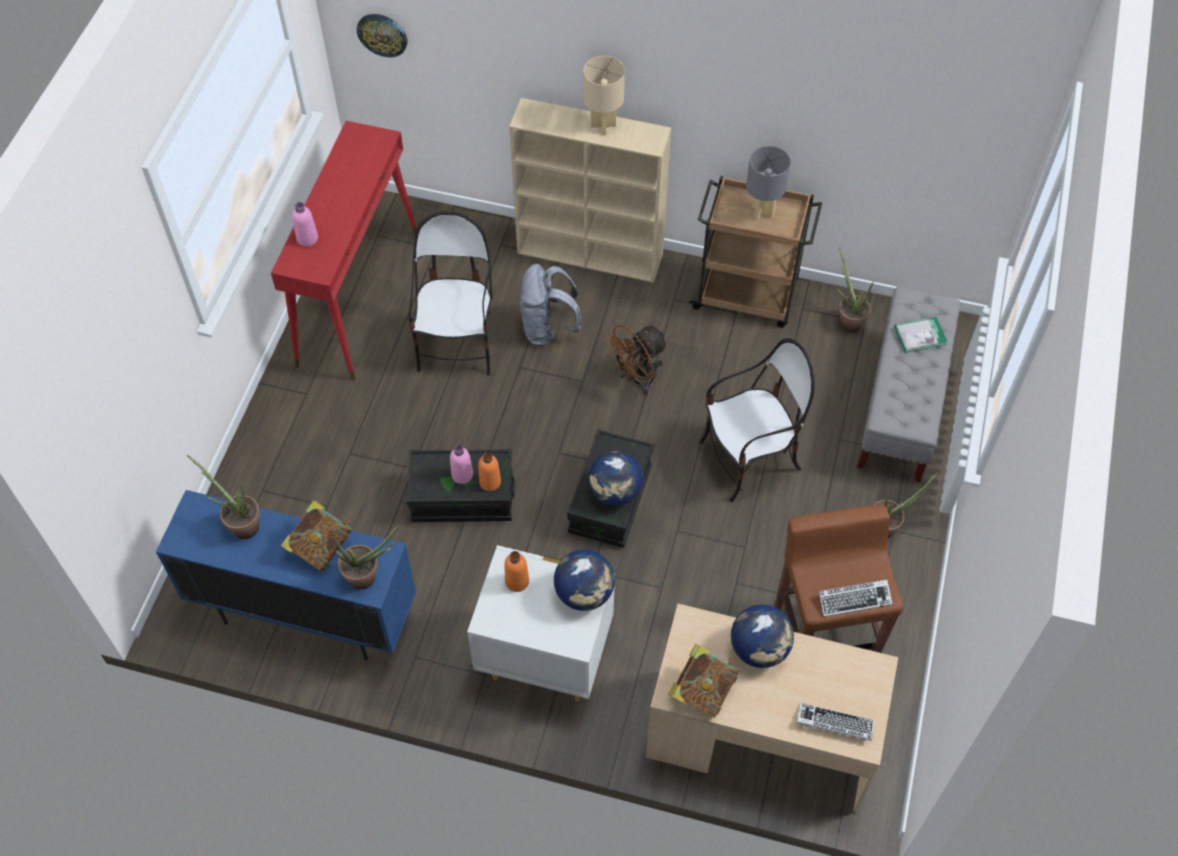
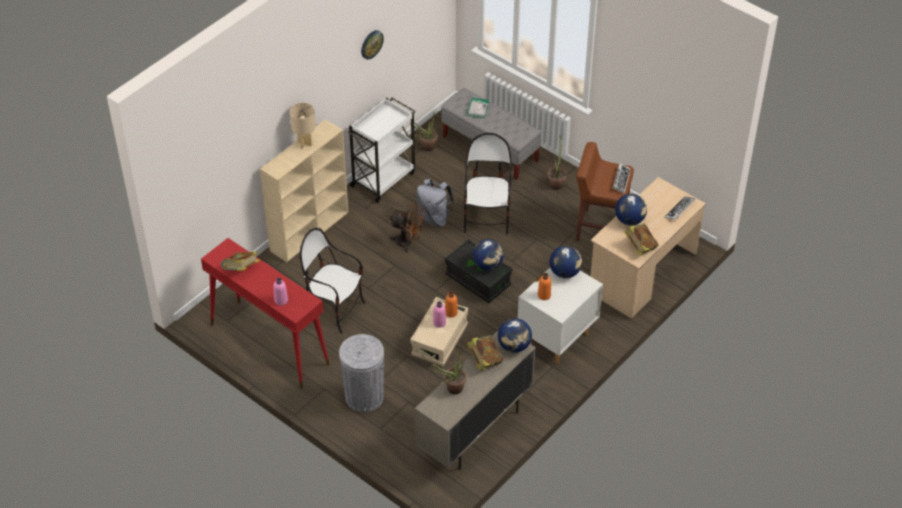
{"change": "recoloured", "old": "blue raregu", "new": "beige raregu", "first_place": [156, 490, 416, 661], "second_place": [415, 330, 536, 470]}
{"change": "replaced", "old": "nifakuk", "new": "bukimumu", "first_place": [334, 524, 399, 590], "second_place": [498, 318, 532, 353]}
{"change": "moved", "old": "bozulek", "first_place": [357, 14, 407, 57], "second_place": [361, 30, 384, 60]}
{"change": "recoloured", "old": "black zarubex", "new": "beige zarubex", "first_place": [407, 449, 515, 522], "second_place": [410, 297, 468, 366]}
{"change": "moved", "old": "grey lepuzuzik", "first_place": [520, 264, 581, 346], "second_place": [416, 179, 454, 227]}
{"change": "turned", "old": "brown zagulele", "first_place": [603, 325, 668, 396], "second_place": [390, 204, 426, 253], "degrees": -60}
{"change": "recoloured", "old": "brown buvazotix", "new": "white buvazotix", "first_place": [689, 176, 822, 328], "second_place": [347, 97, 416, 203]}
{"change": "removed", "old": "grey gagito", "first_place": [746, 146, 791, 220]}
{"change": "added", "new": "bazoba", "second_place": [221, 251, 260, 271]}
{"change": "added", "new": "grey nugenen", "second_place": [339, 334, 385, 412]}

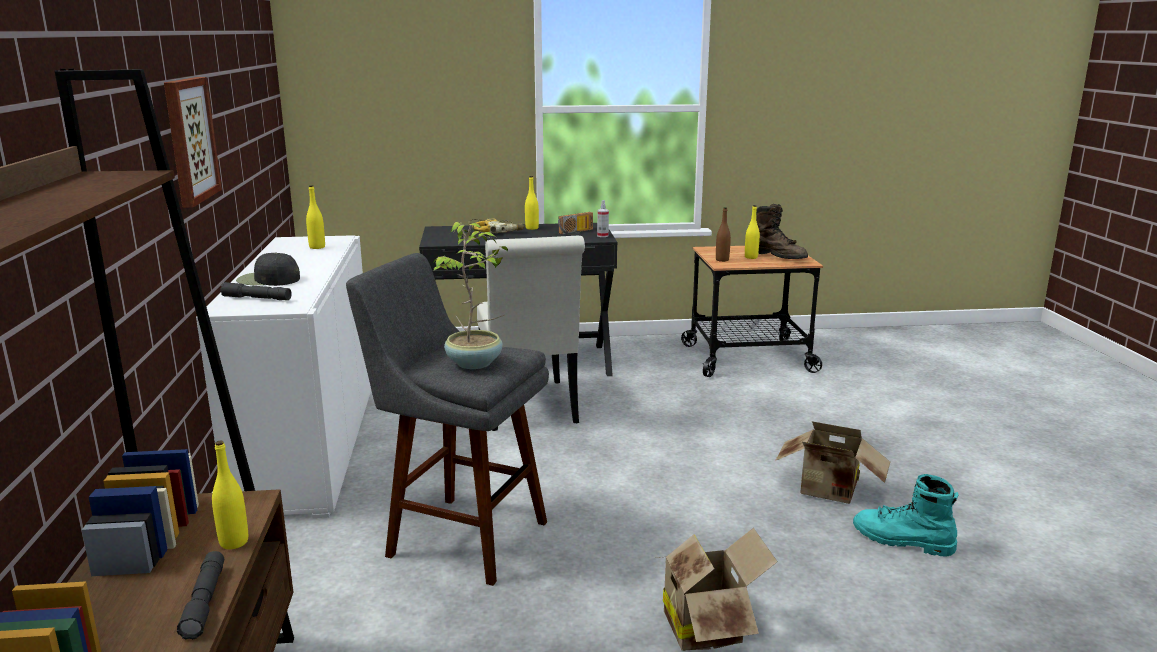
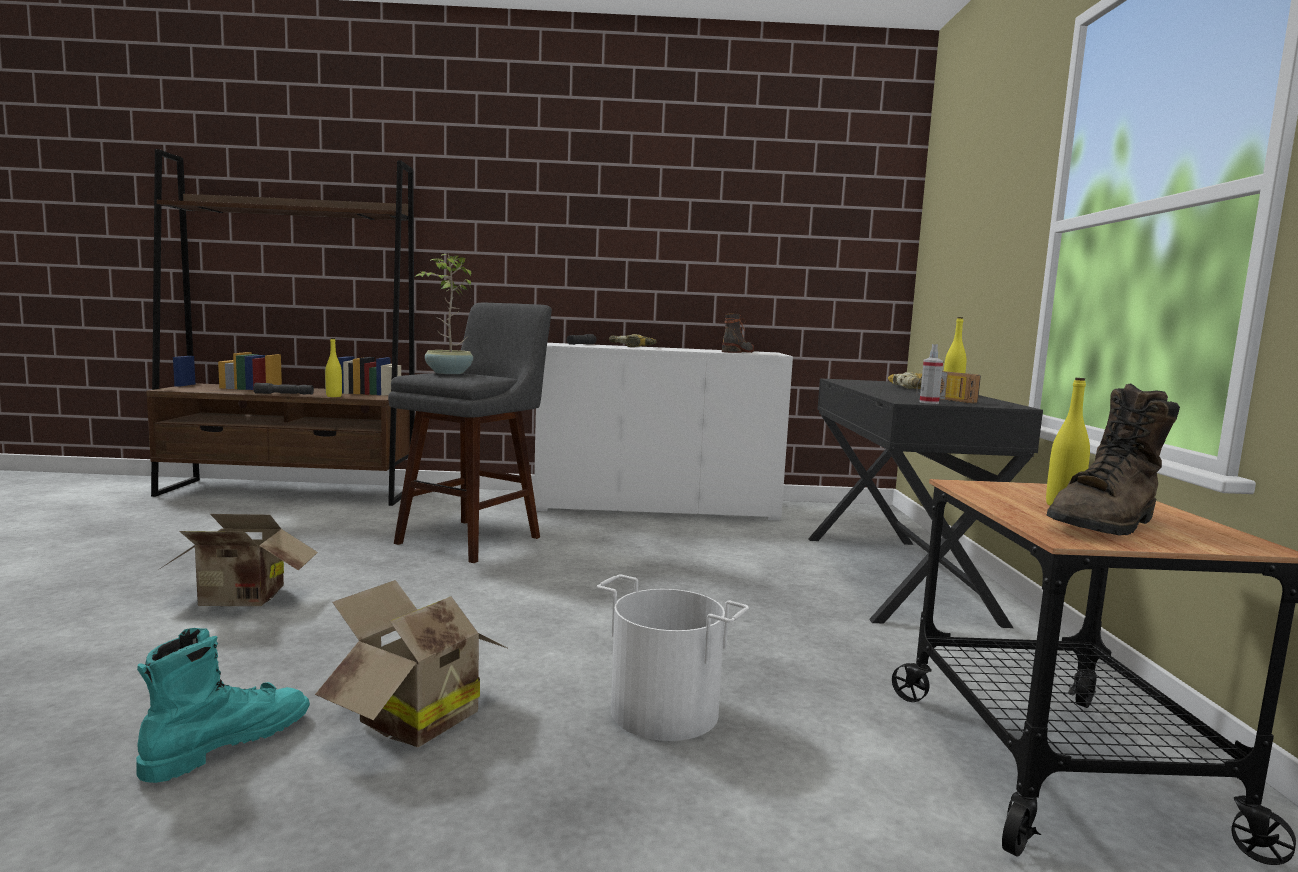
{"change": "removed", "old": "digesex", "first_place": [164, 77, 222, 208]}
{"change": "replaced", "old": "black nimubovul", "new": "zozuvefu", "first_place": [236, 253, 300, 286], "second_place": [609, 334, 657, 347]}
{"change": "replaced", "old": "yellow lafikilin", "new": "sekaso", "first_place": [306, 185, 325, 249], "second_place": [722, 313, 754, 353]}
{"change": "removed", "old": "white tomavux", "first_place": [477, 236, 585, 431]}
{"change": "removed", "old": "brown lafikilin", "first_place": [716, 207, 731, 262]}
{"change": "added", "new": "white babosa", "second_place": [597, 575, 749, 741]}

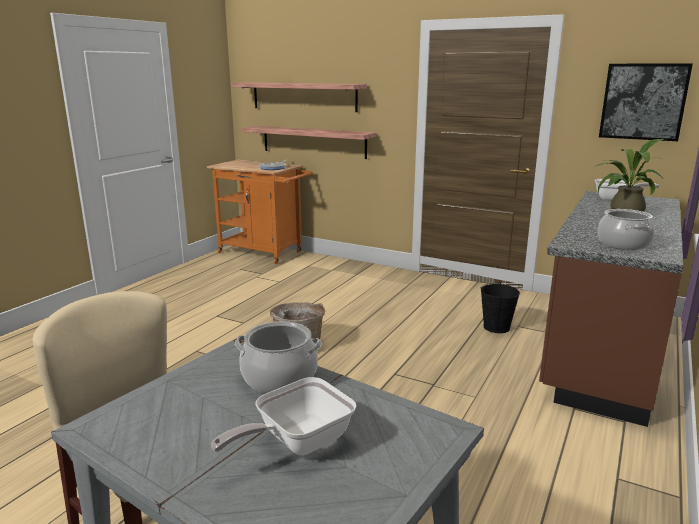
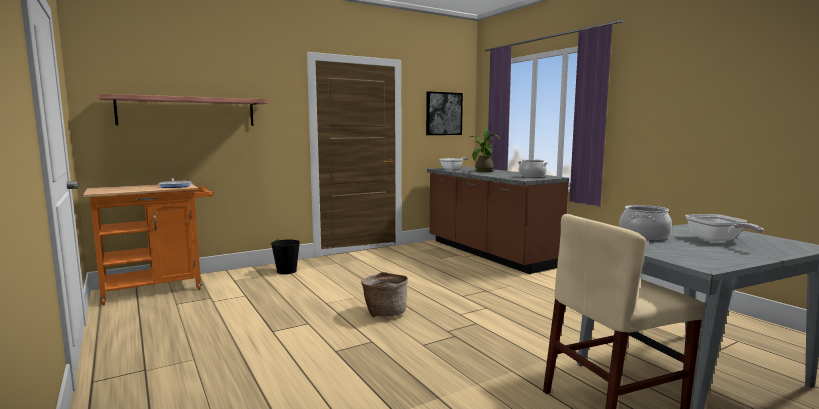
{"change": "removed", "old": "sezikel", "first_place": [242, 126, 376, 159]}
{"change": "moved", "old": "black babosa", "first_place": [480, 282, 520, 333], "second_place": [271, 239, 300, 274]}

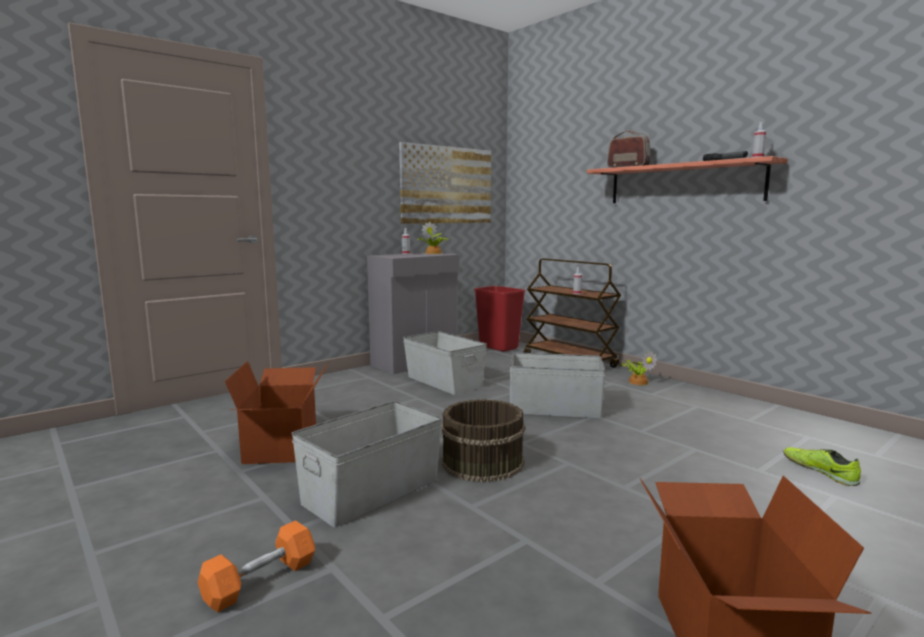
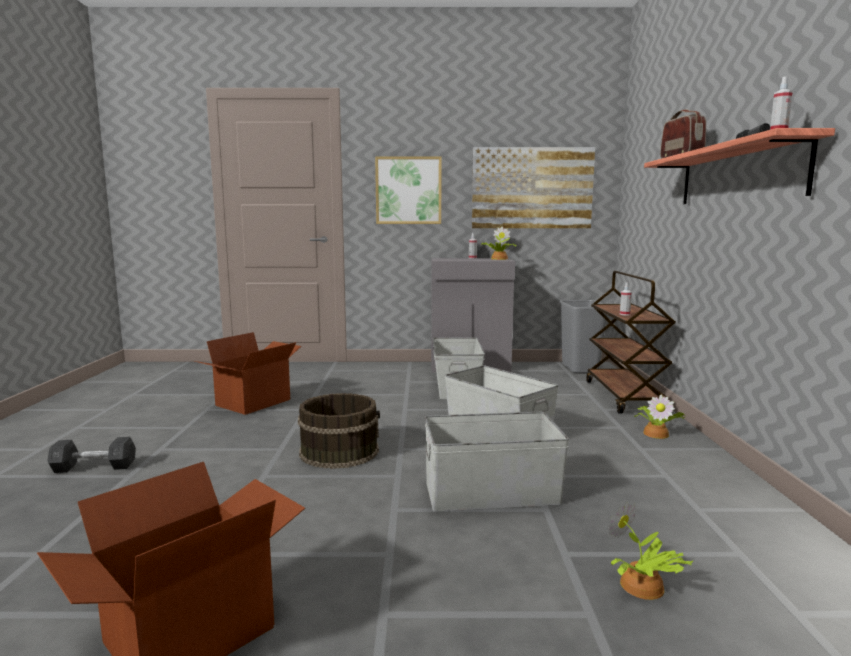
{"change": "recoloured", "old": "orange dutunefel", "new": "grey dutunefel", "first_place": [198, 520, 315, 612], "second_place": [47, 437, 136, 473]}
{"change": "moved", "old": "grey zarubex", "first_place": [291, 401, 442, 527], "second_place": [425, 412, 569, 512]}
{"change": "recoloured", "old": "red nugenen", "new": "grey nugenen", "first_place": [474, 286, 525, 351], "second_place": [559, 300, 607, 374]}
{"change": "replaced", "old": "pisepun", "new": "nifakuk", "first_place": [783, 447, 861, 486], "second_place": [608, 502, 693, 600]}
{"change": "added", "new": "digesex", "second_place": [375, 156, 442, 224]}

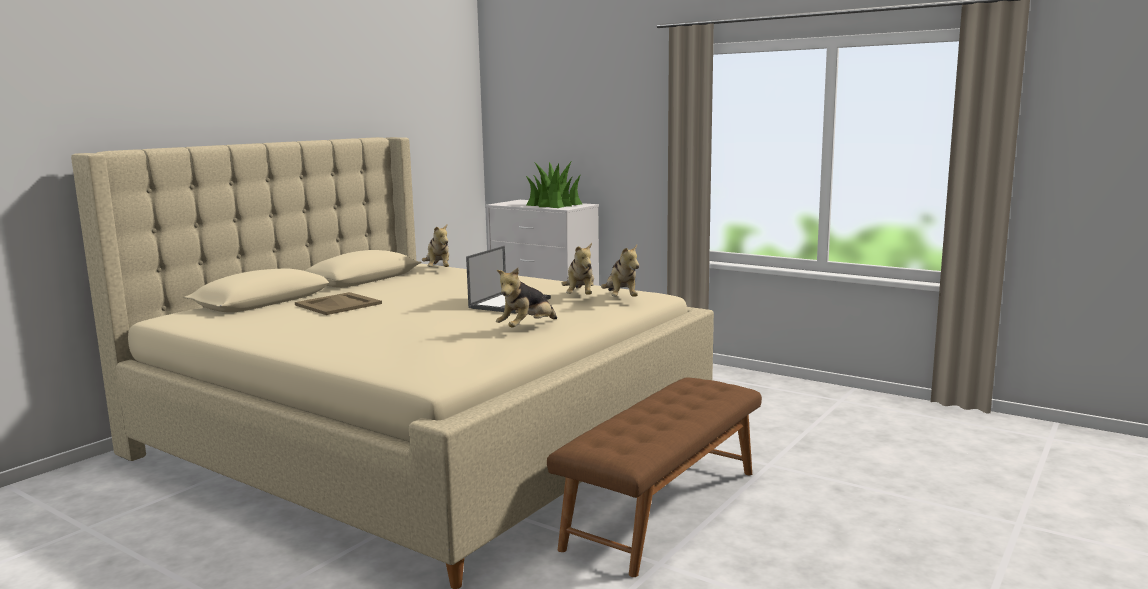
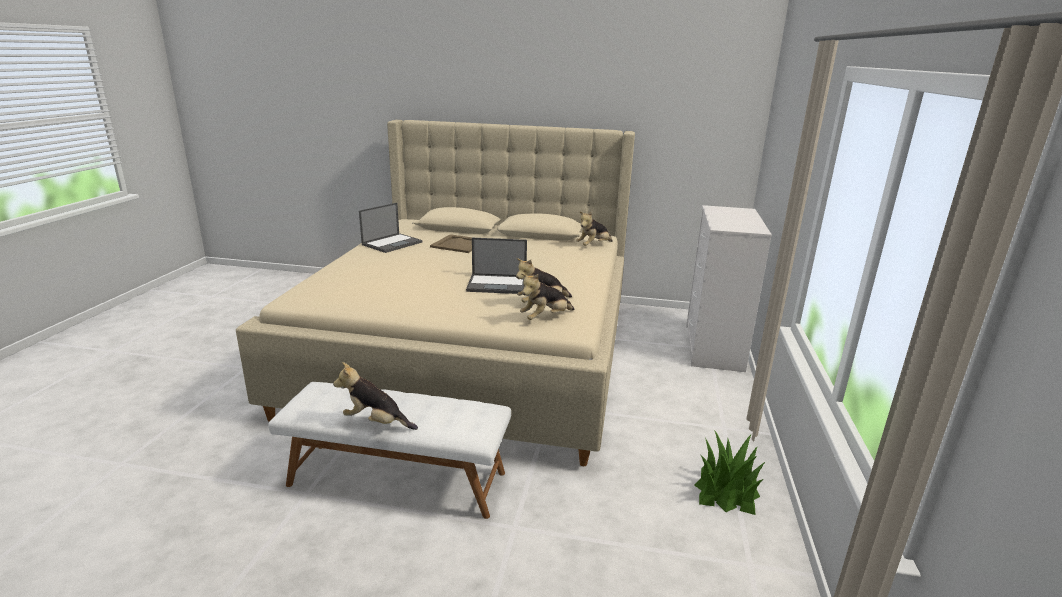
{"change": "moved", "old": "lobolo", "first_place": [496, 268, 557, 327], "second_place": [333, 362, 418, 430]}
{"change": "moved", "old": "nifakuk", "first_place": [526, 162, 582, 208], "second_place": [694, 430, 765, 515]}
{"change": "recoloured", "old": "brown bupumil", "new": "white bupumil", "first_place": [547, 377, 762, 577], "second_place": [268, 382, 511, 519]}
{"change": "added", "new": "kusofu", "second_place": [359, 203, 422, 253]}

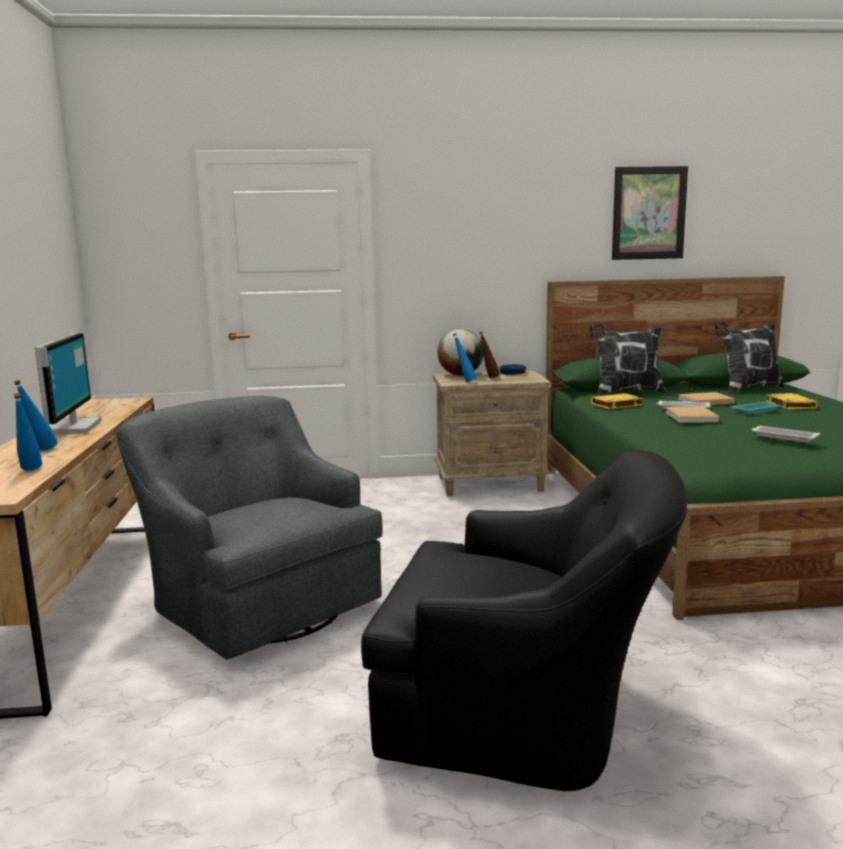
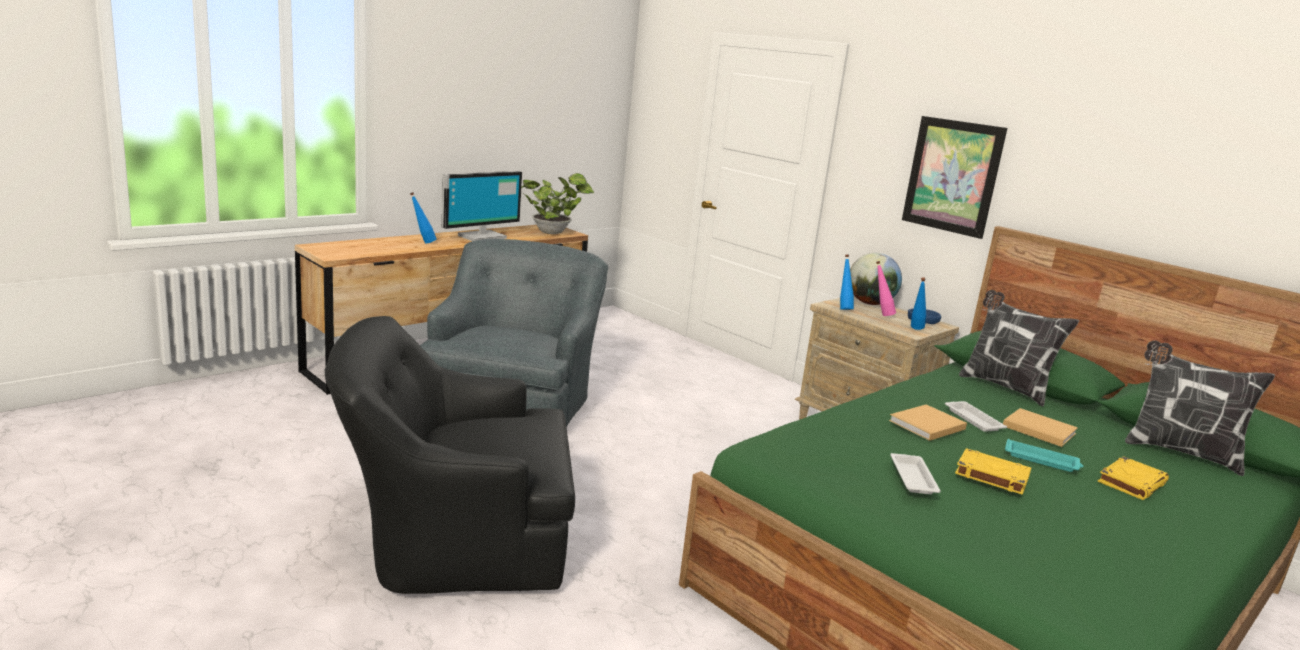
{"change": "moved", "old": "blue lafikilin", "first_place": [14, 393, 42, 471], "second_place": [911, 277, 926, 330]}
{"change": "turned", "old": "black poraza", "first_place": [361, 449, 687, 791], "second_place": [325, 316, 575, 594], "degrees": 105}
{"change": "recoloured", "old": "brown lafikilin", "new": "pink lafikilin", "first_place": [479, 331, 500, 378], "second_place": [876, 261, 896, 316]}
{"change": "moved", "old": "yellow bazoba", "first_place": [591, 393, 643, 409], "second_place": [955, 448, 1031, 495]}
{"change": "moved", "old": "digesex", "first_place": [612, 166, 688, 260], "second_place": [902, 116, 1007, 239]}
{"change": "added", "new": "nifakuk", "second_place": [521, 173, 594, 234]}

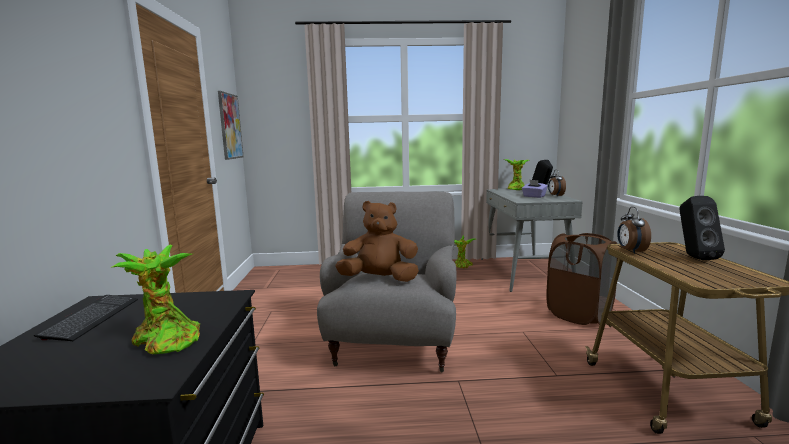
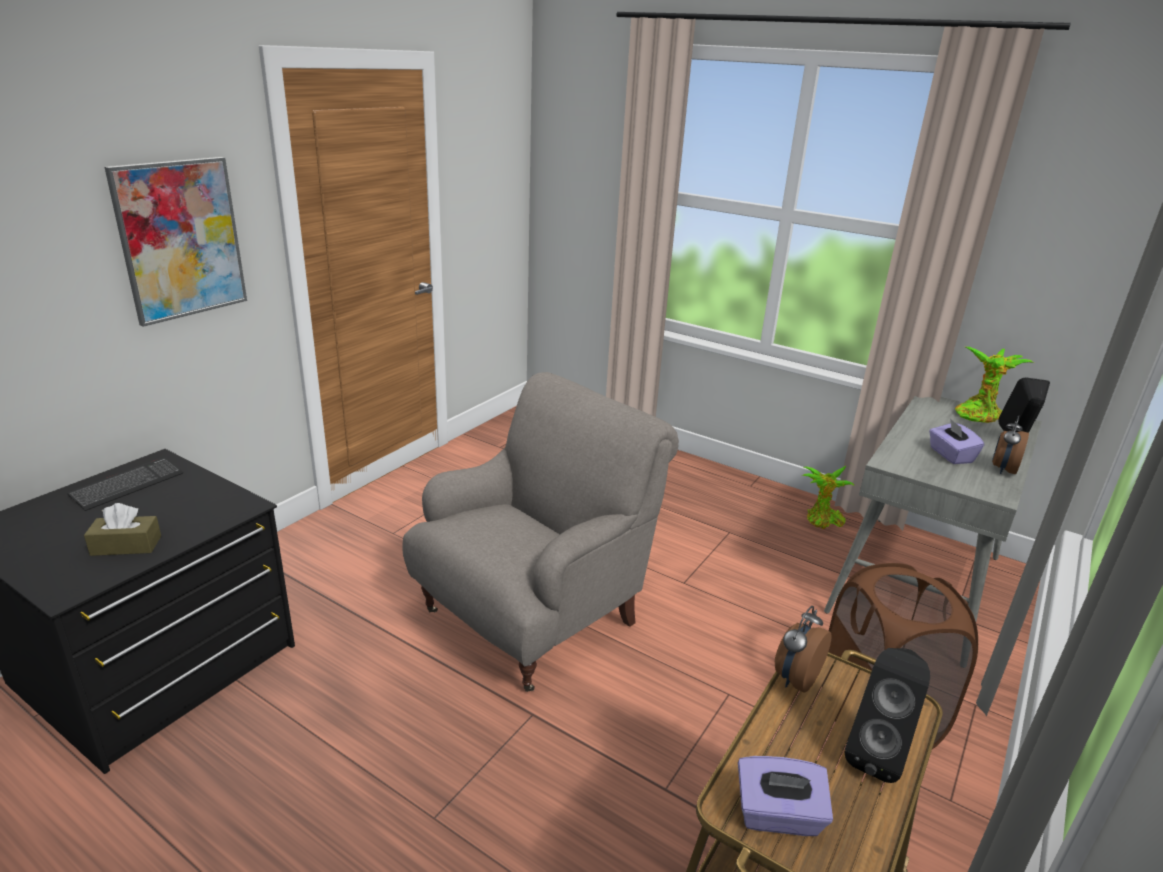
{"change": "replaced", "old": "nifakuk", "new": "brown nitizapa", "first_place": [110, 245, 200, 354], "second_place": [84, 503, 161, 556]}
{"change": "moved", "old": "digesex", "first_place": [218, 91, 244, 160], "second_place": [105, 157, 247, 327]}
{"change": "removed", "old": "brown lobolo", "first_place": [335, 201, 419, 282]}
{"change": "added", "new": "purple nitizapa", "second_place": [738, 756, 833, 836]}

